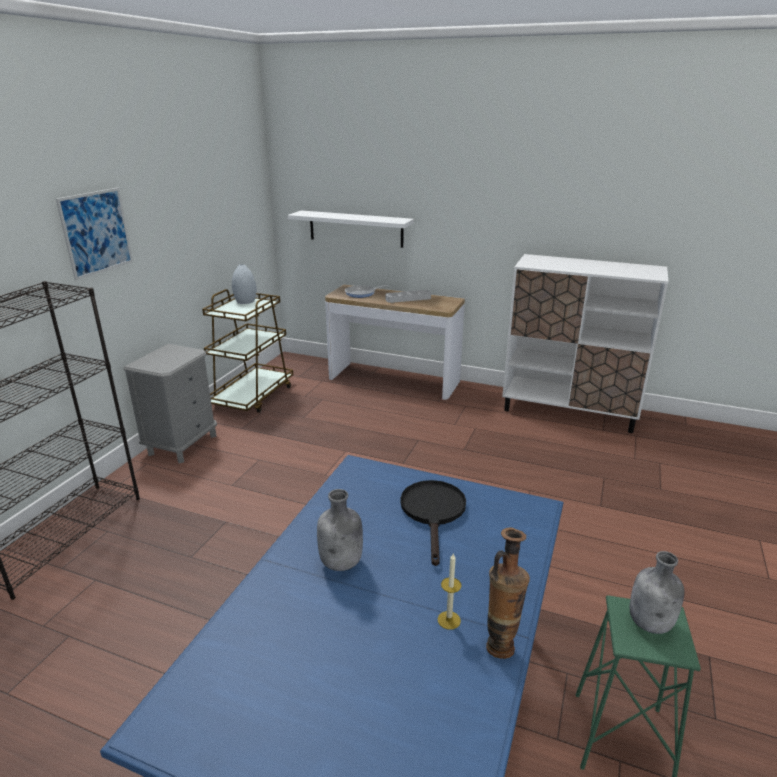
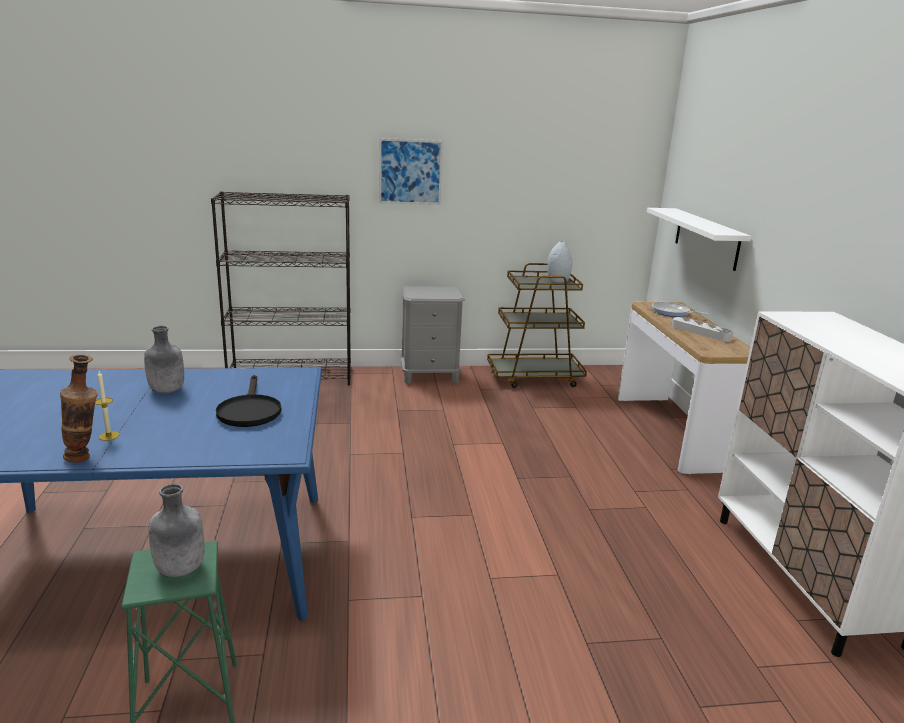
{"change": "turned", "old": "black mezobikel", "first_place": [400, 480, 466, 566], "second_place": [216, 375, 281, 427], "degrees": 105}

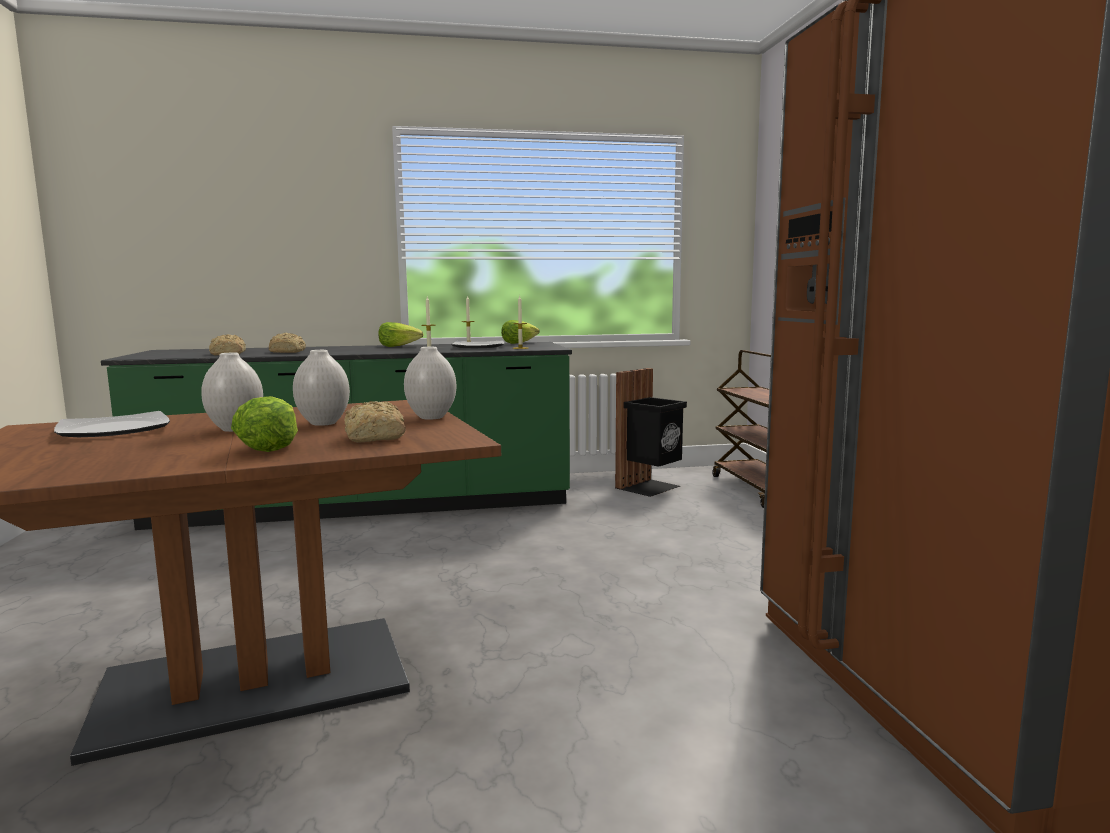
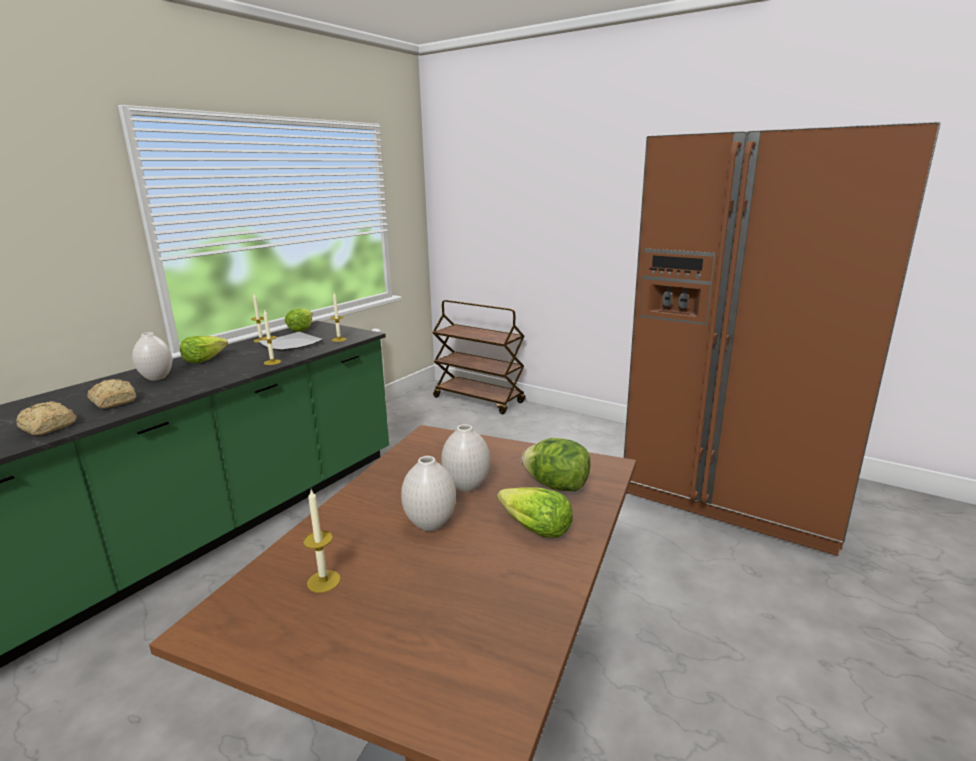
{"change": "replaced", "old": "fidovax", "new": "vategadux", "first_place": [54, 411, 170, 437], "second_place": [303, 490, 341, 593]}
{"change": "replaced", "old": "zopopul", "new": "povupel", "first_place": [344, 401, 406, 443], "second_place": [521, 438, 590, 491]}
{"change": "moved", "old": "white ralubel", "first_place": [404, 347, 456, 420], "second_place": [132, 332, 172, 381]}
{"change": "removed", "old": "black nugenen", "first_place": [615, 368, 687, 497]}

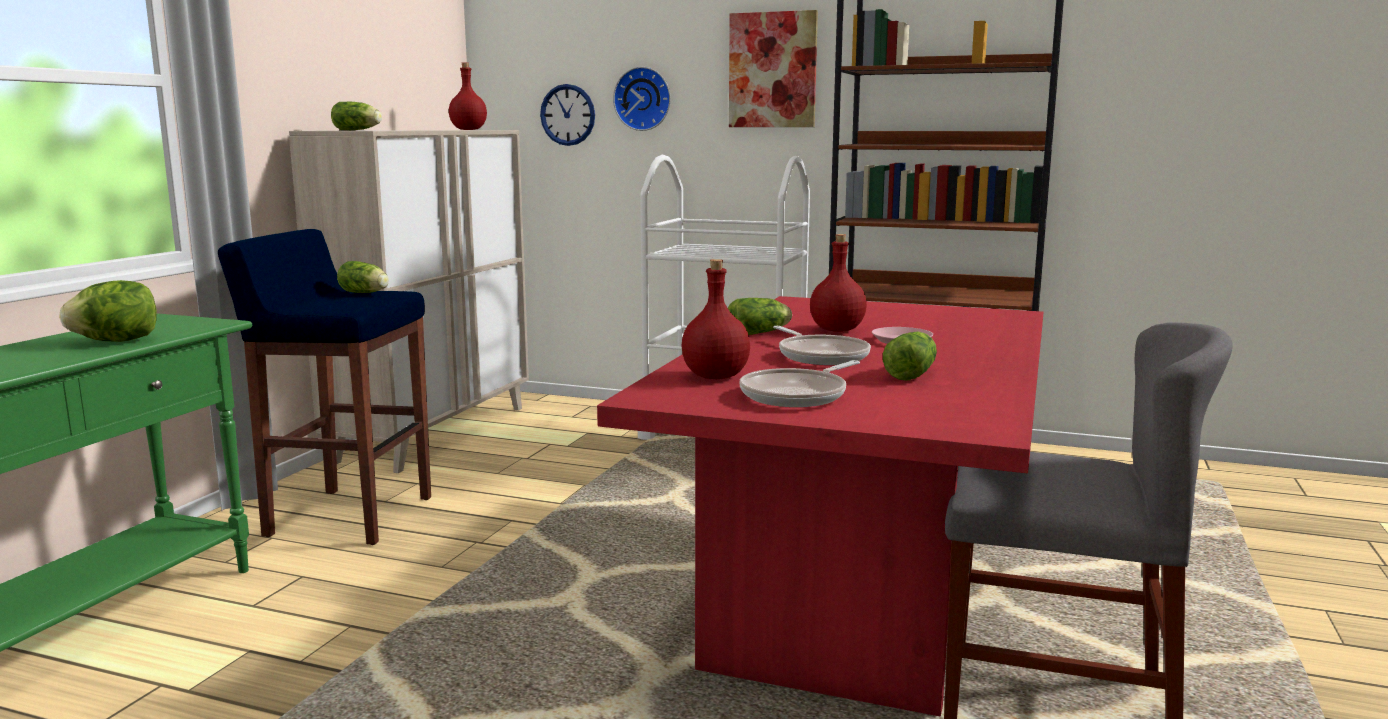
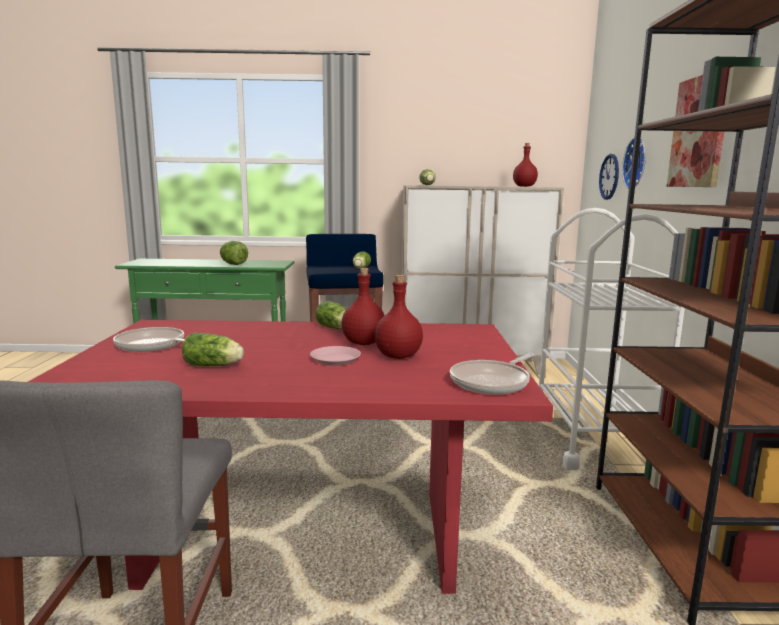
{"change": "moved", "old": "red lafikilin", "first_place": [682, 259, 750, 379], "second_place": [375, 275, 423, 359]}
{"change": "moved", "old": "mezobikel", "first_place": [773, 326, 871, 365], "second_place": [450, 353, 534, 395]}

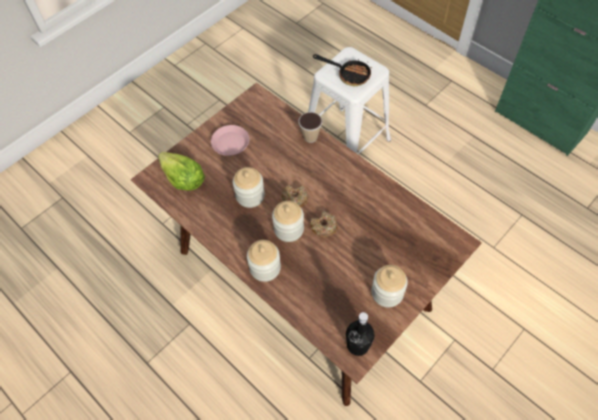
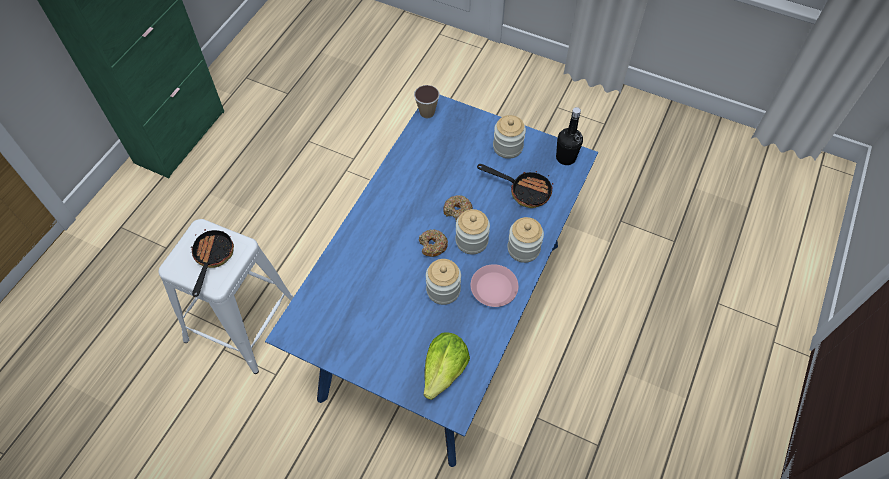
{"change": "recoloured", "old": "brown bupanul", "new": "blue bupanul", "first_place": [131, 82, 482, 406], "second_place": [265, 94, 598, 467]}
{"change": "moved", "old": "pink fidovax", "first_place": [211, 125, 249, 156], "second_place": [471, 264, 518, 307]}
{"change": "moved", "old": "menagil", "first_place": [299, 112, 322, 143], "second_place": [414, 85, 440, 118]}
{"change": "added", "new": "mezobikel", "second_place": [477, 164, 553, 208]}

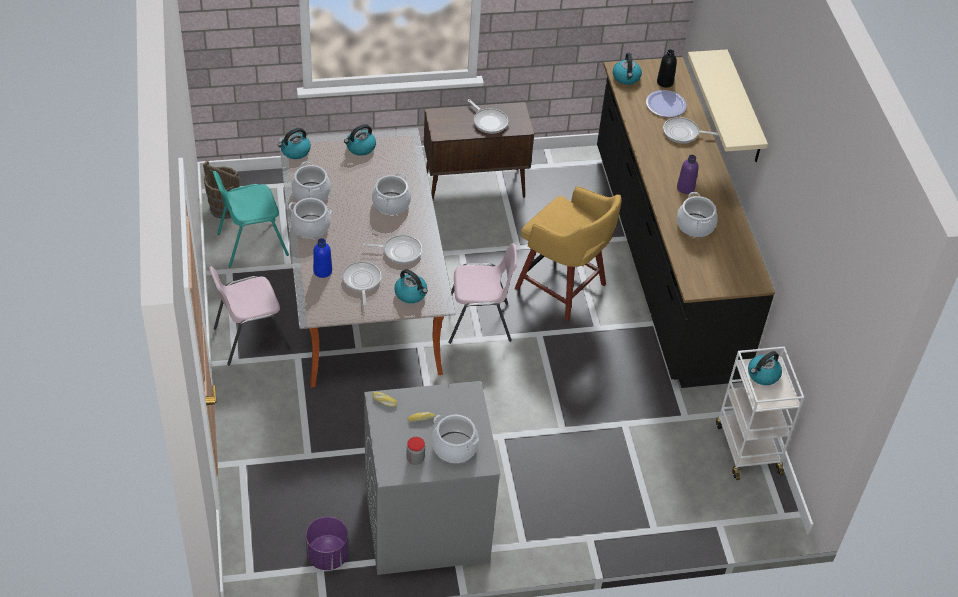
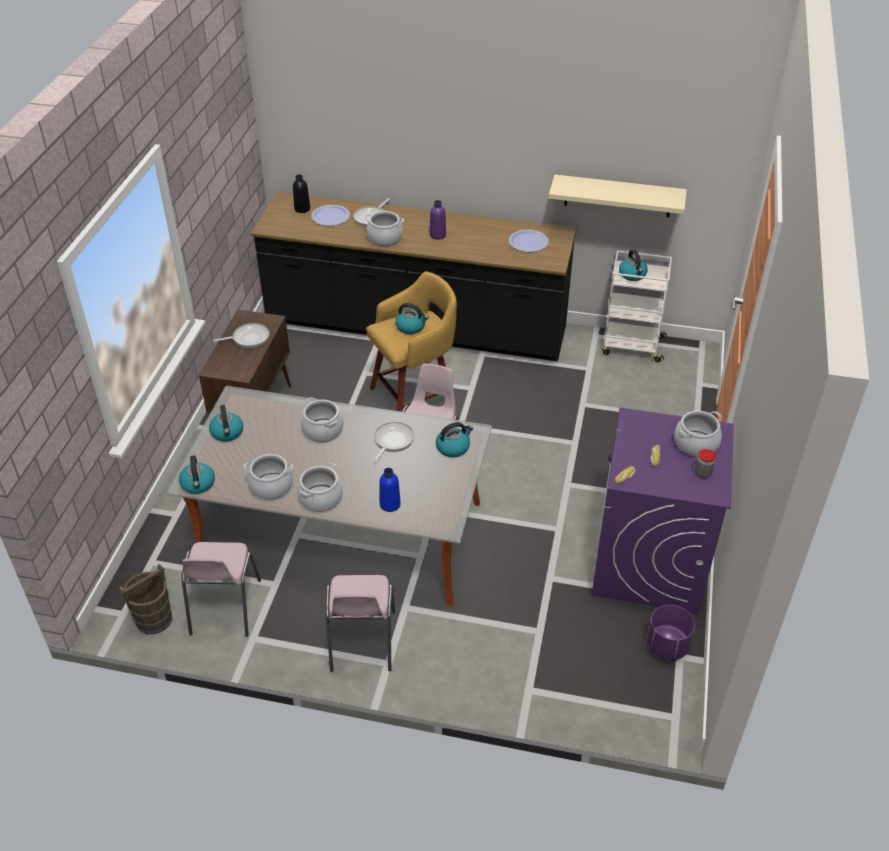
{"change": "recoloured", "old": "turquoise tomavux", "new": "pink tomavux", "first_place": [213, 171, 289, 267], "second_place": [181, 542, 261, 637]}
{"change": "removed", "old": "mezobikel", "first_place": [342, 261, 381, 306]}
{"change": "recoloured", "old": "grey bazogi", "new": "purple bazogi", "first_place": [364, 381, 501, 575], "second_place": [591, 408, 734, 614]}
{"change": "moved", "old": "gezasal", "first_place": [613, 53, 642, 85], "second_place": [395, 303, 429, 334]}
{"change": "moved", "old": "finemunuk", "first_place": [677, 192, 718, 237], "second_place": [364, 211, 404, 246]}
{"change": "moved", "old": "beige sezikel", "first_place": [687, 49, 768, 162], "second_place": [549, 175, 687, 217]}
{"change": "added", "new": "fidovax", "second_place": [509, 230, 549, 252]}

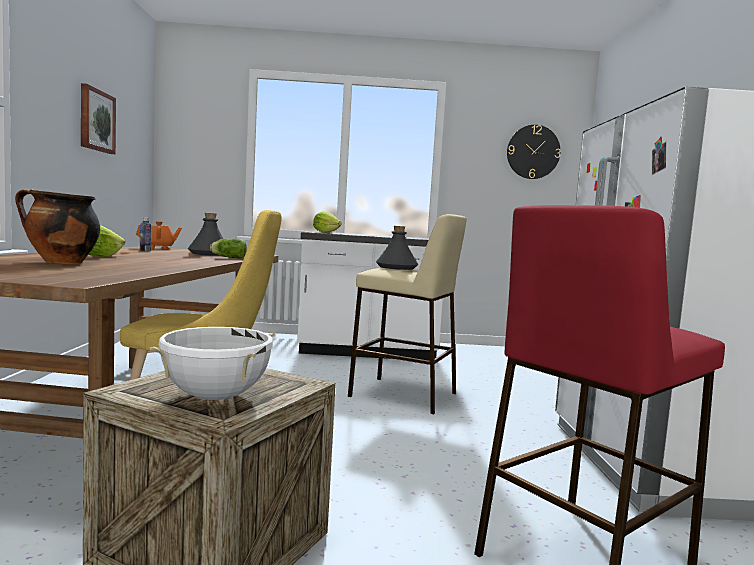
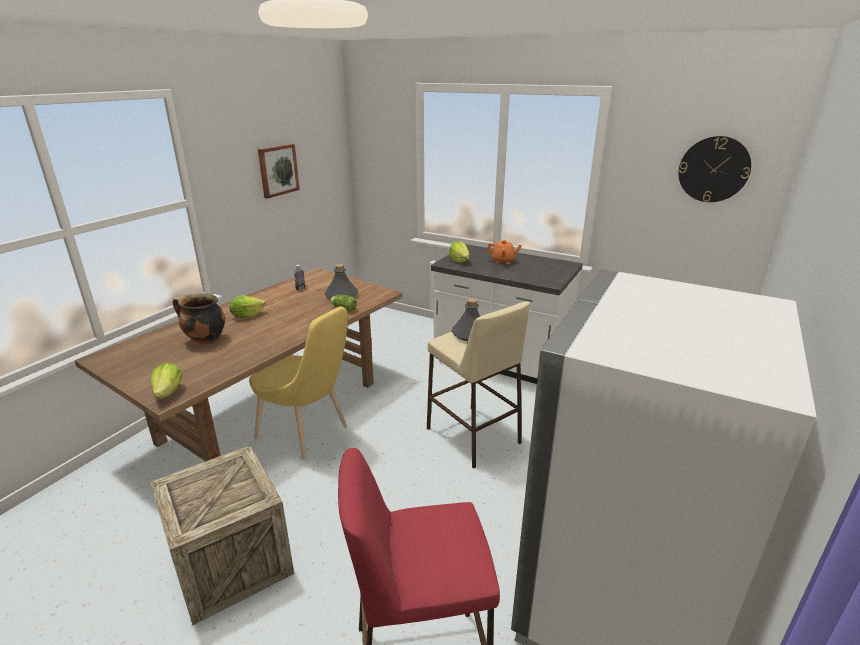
{"change": "moved", "old": "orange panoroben", "first_place": [136, 221, 182, 249], "second_place": [487, 240, 522, 264]}
{"change": "removed", "old": "white finemunuk", "first_place": [149, 327, 275, 400]}
{"change": "added", "new": "povupel", "second_place": [151, 363, 183, 398]}

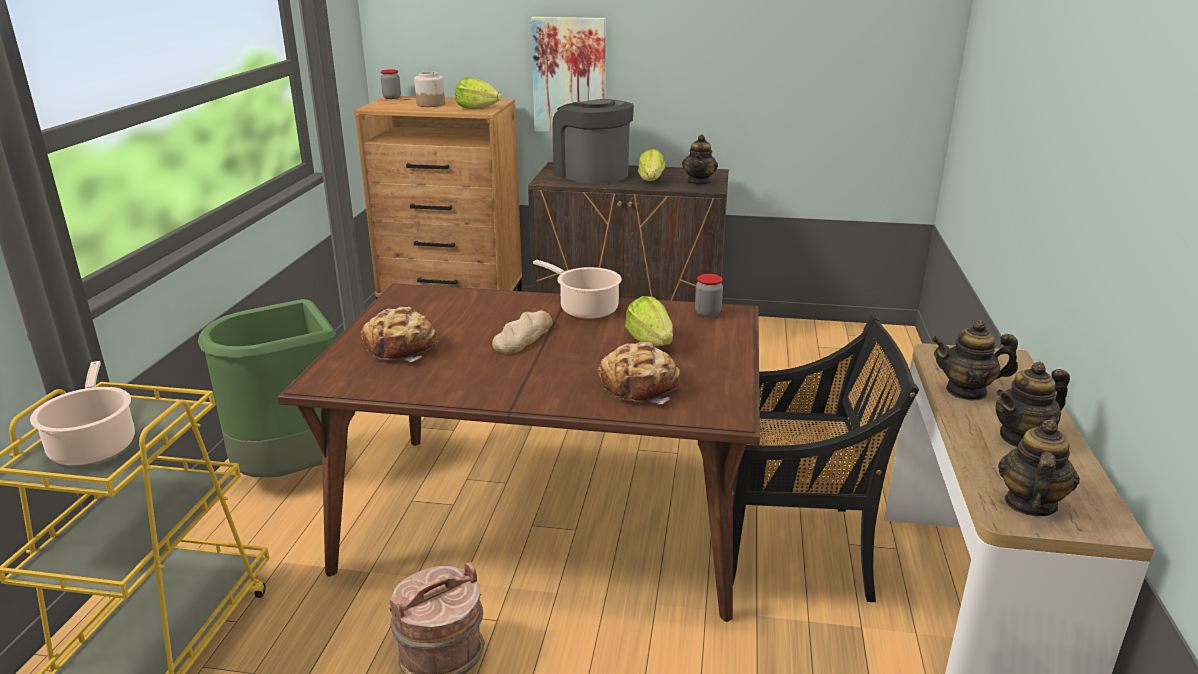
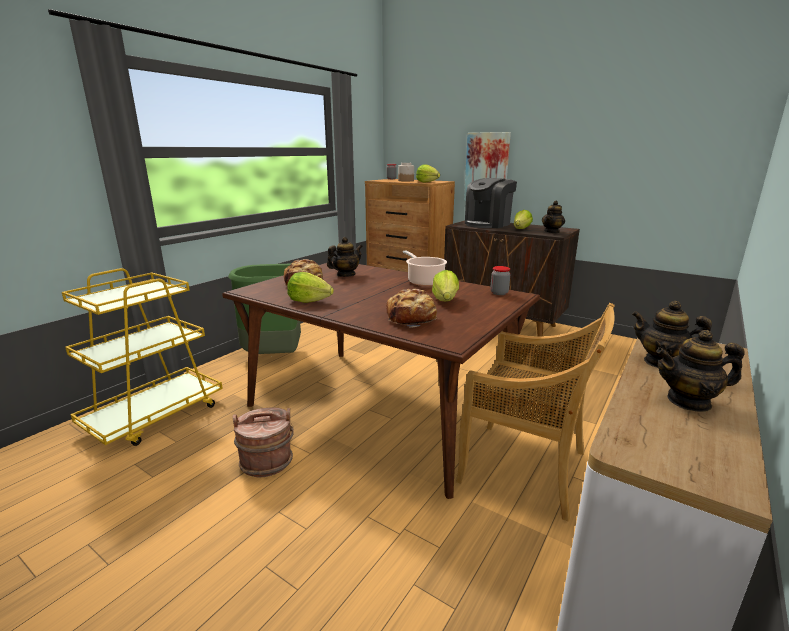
{"change": "removed", "old": "finemunuk", "first_place": [30, 361, 135, 466]}
{"change": "removed", "old": "zopopul", "first_place": [492, 310, 553, 354]}
{"change": "turned", "old": "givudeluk", "first_place": [552, 99, 634, 184], "second_place": [465, 178, 517, 228], "degrees": -120}
{"change": "recoloured", "old": "black tomavux", "new": "beige tomavux", "first_place": [733, 315, 919, 602], "second_place": [456, 303, 615, 522]}
{"change": "moved", "old": "panoroben", "first_place": [998, 420, 1080, 516], "second_place": [327, 237, 363, 277]}
{"change": "added", "new": "povupel", "second_place": [287, 272, 334, 303]}

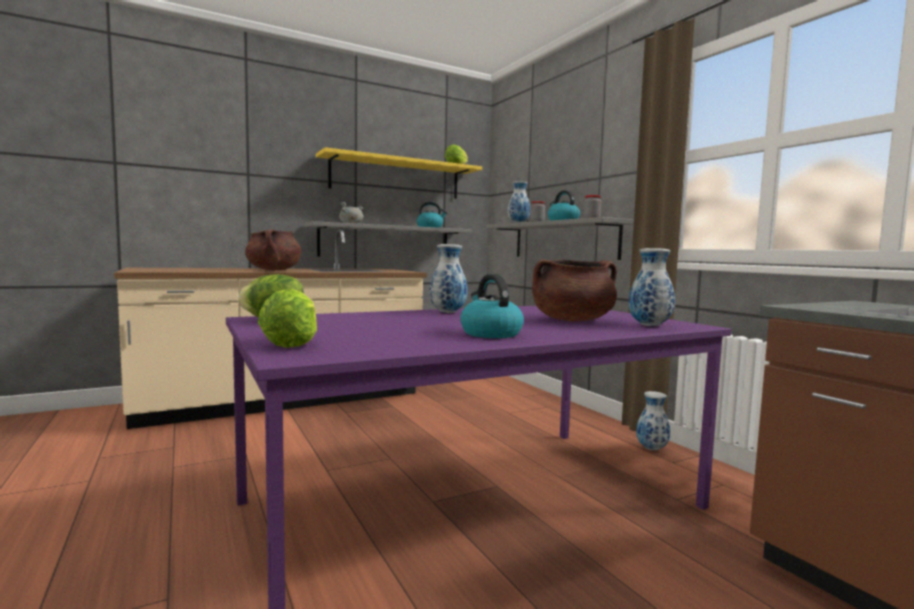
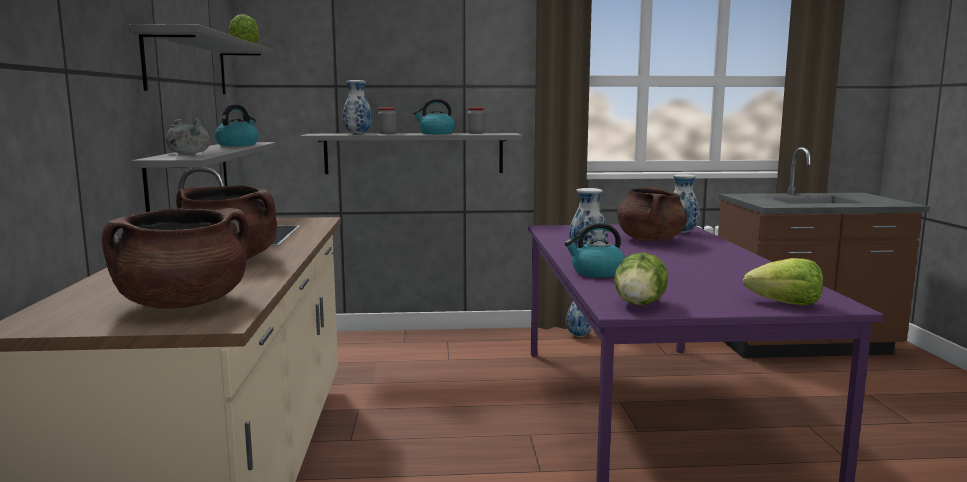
{"change": "recoloured", "old": "yellow sezikel", "new": "grey sezikel", "first_place": [316, 147, 482, 199], "second_place": [128, 24, 274, 94]}
{"change": "moved", "old": "gezasal", "first_place": [460, 274, 524, 338], "second_place": [564, 222, 625, 277]}
{"change": "added", "new": "brown finemunuk", "second_place": [102, 208, 249, 309]}

